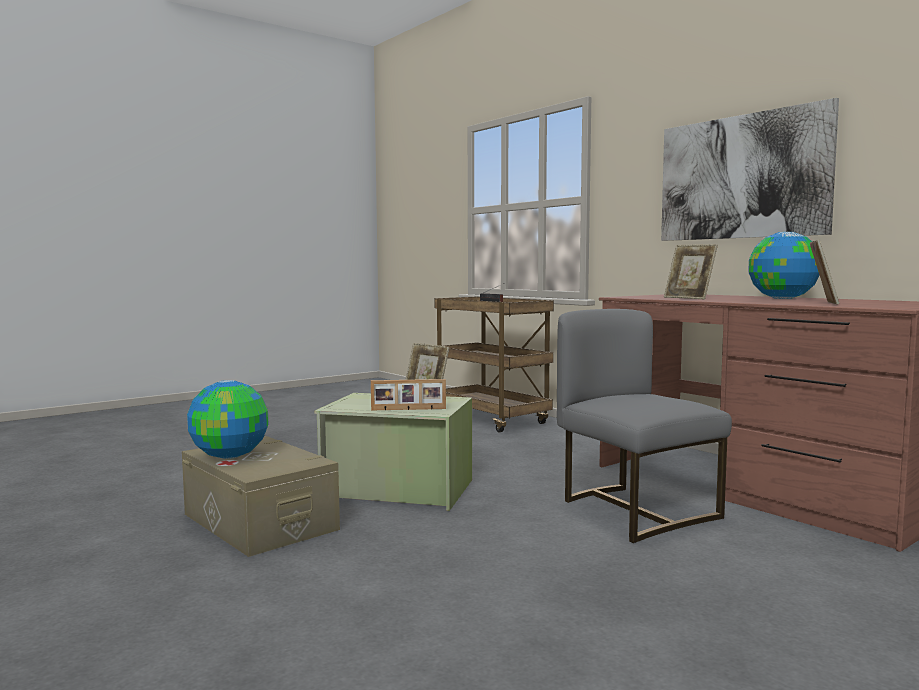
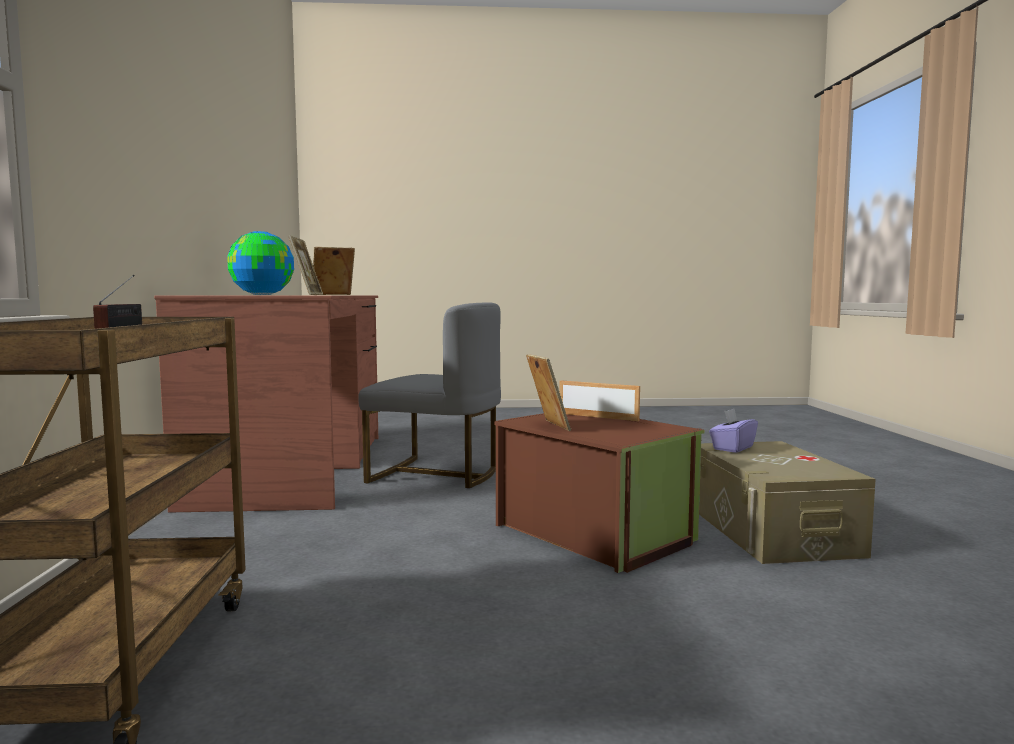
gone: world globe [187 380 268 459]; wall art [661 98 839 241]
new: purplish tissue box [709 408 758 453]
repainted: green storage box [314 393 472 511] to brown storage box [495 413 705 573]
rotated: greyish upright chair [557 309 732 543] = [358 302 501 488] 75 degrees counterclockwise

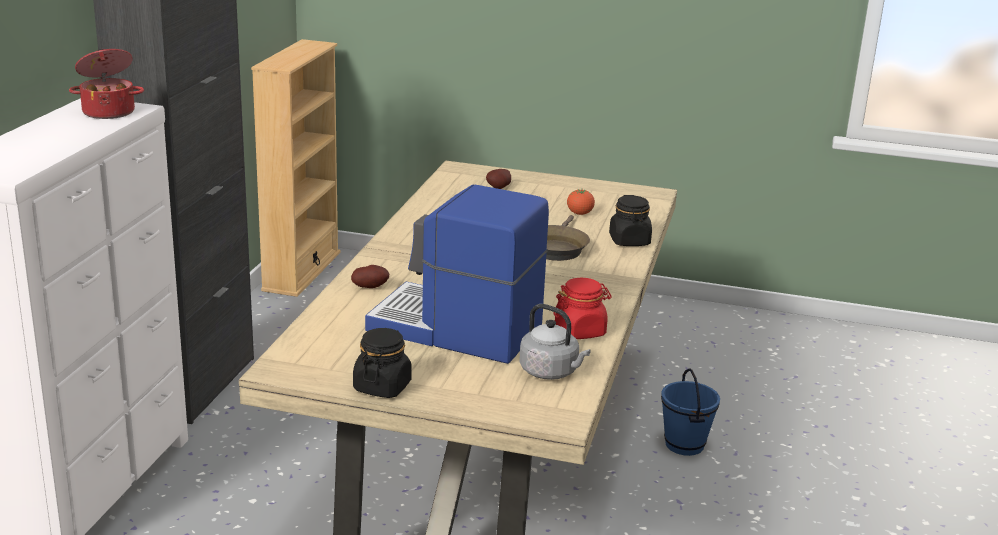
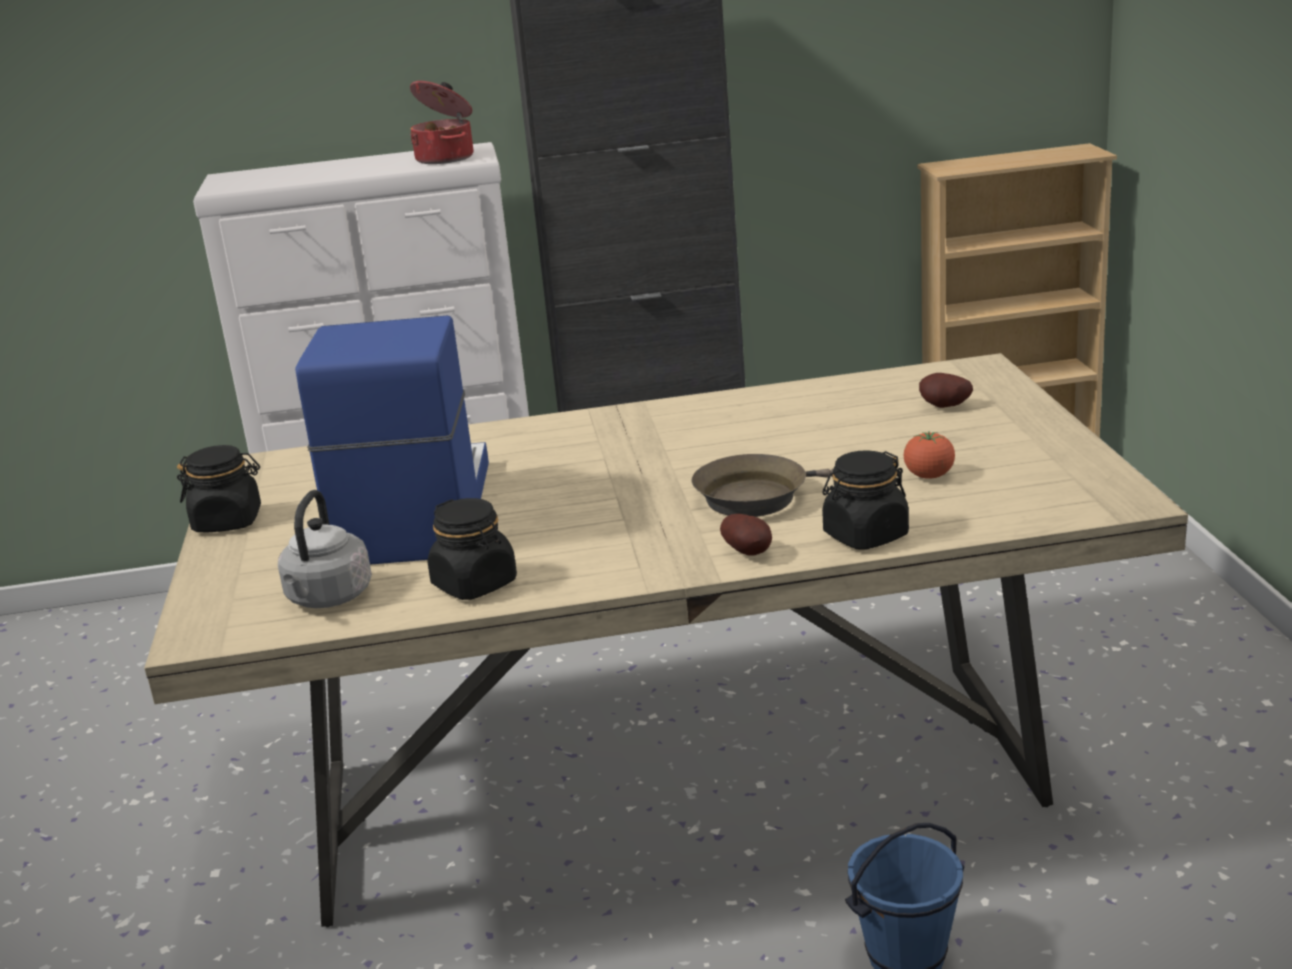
shifted: whole potato [351 265 389 288] to [720 513 772 556]
repainted: red-coloured storage jar [553 278 612 339] to blackish storage jar [428 498 517 600]

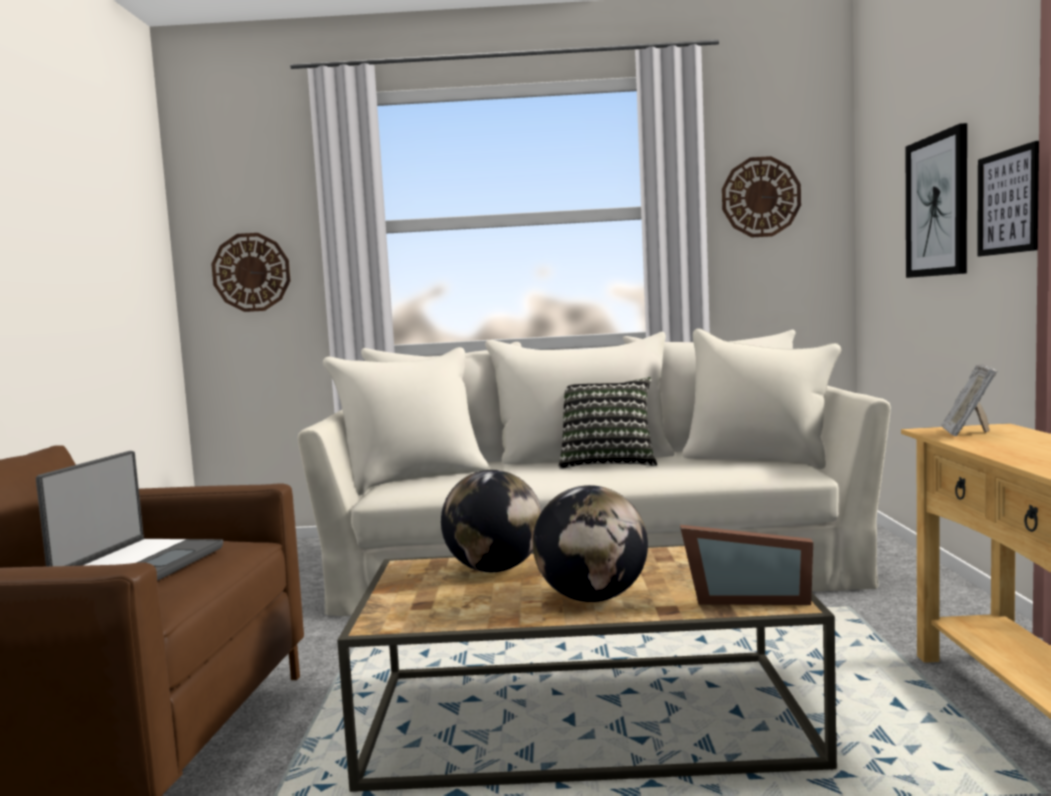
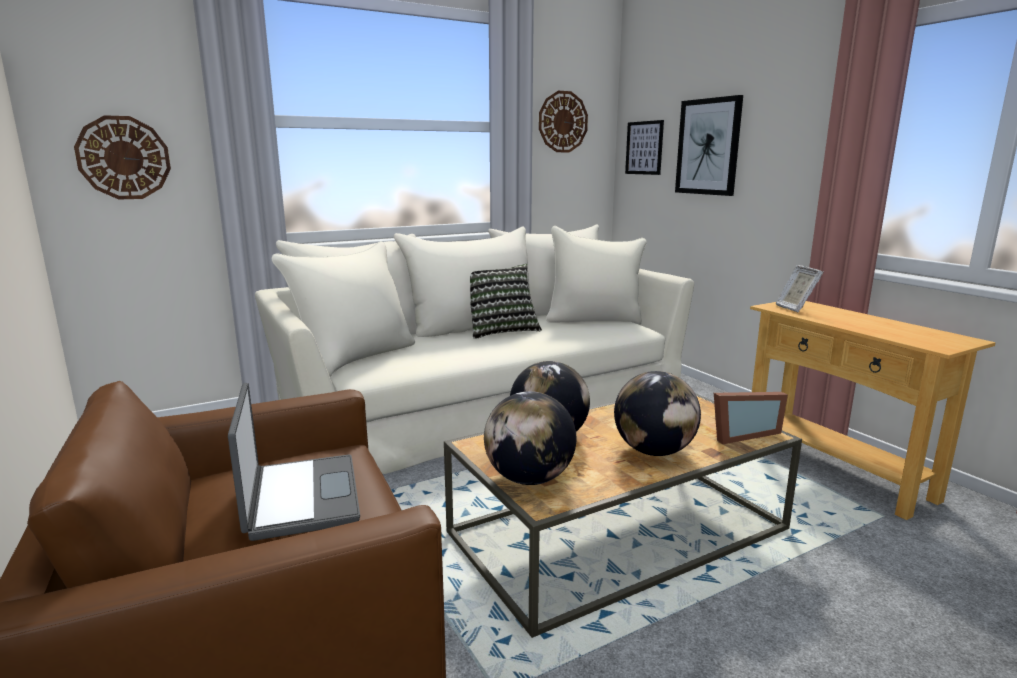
new: world globe [484 391 576 485]
shifted: wall art [977 141 1039 257] to [625 120 664 175]

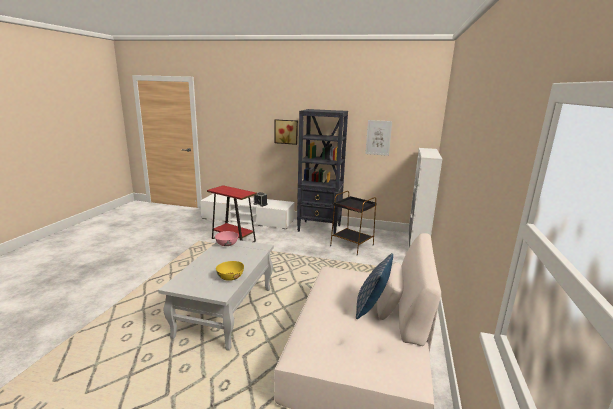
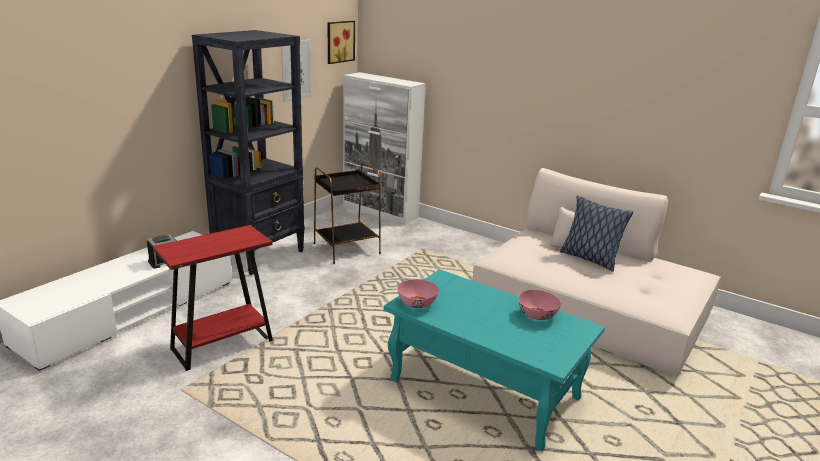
shifted: wall art [275 119 298 145] to [328 21 355 64]
repainted: whitish coffee table [158 240 274 351] to turquoise-coloured coffee table [384 269 605 451]; yellowish deep dish [216 261 244 281] to pinkish deep dish [518 290 561 320]

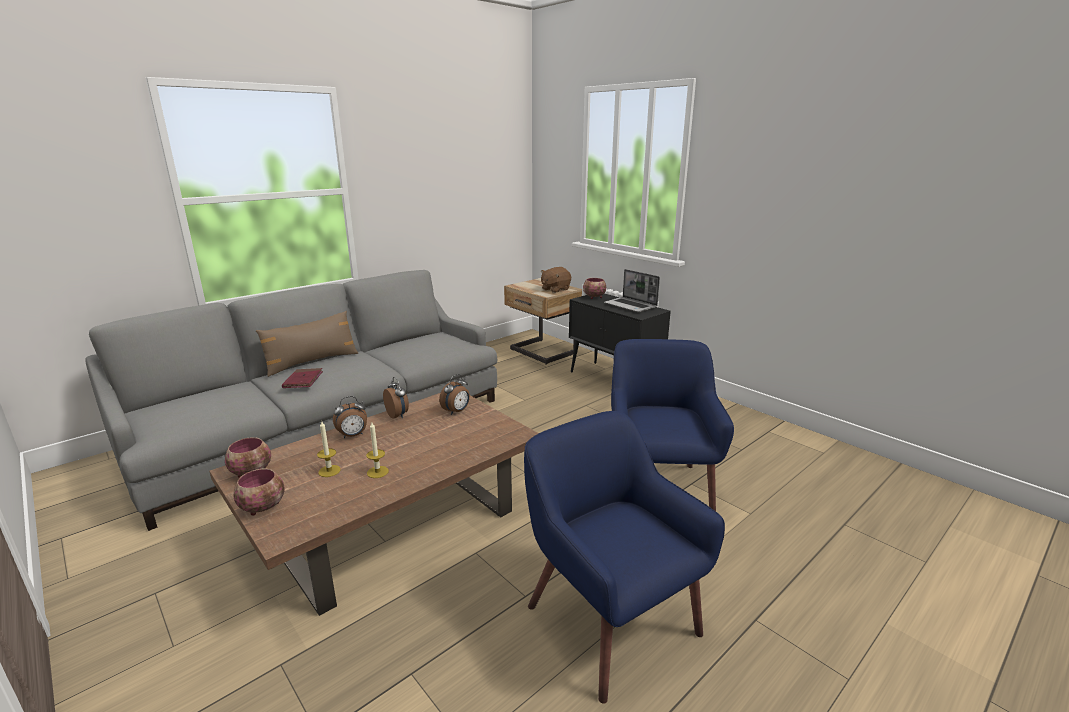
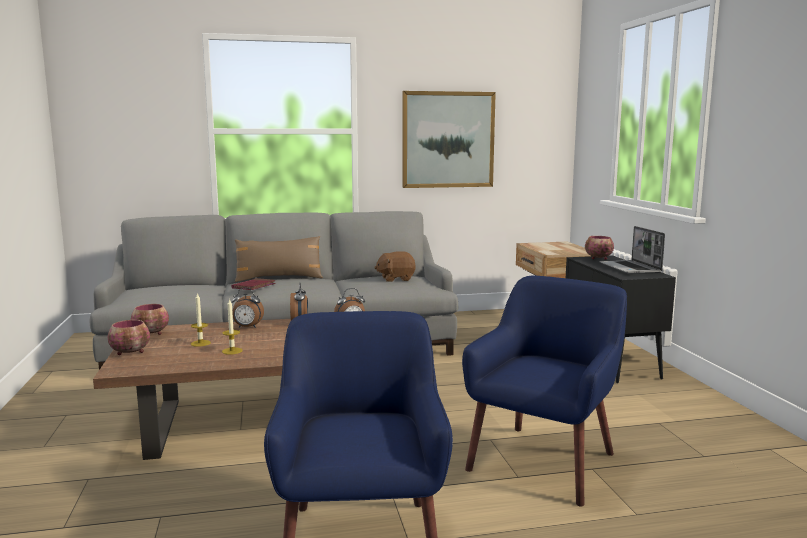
new: wall art [402 91 496 188]
shifted: brown soft toy [541 267 571 293] to [374 251 416 282]

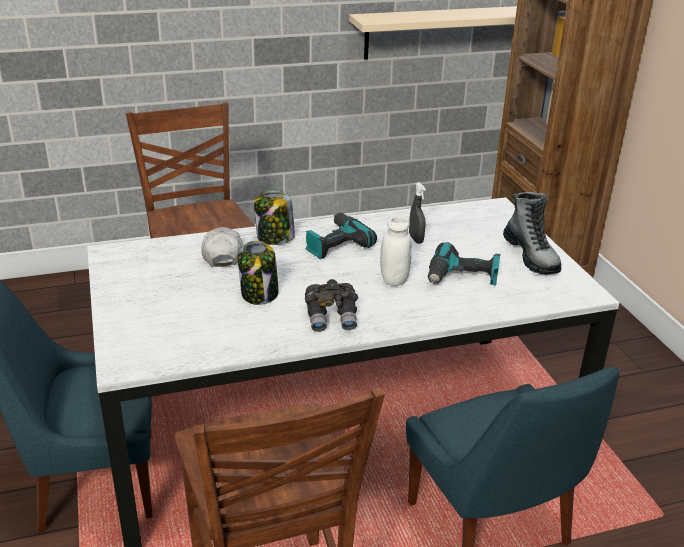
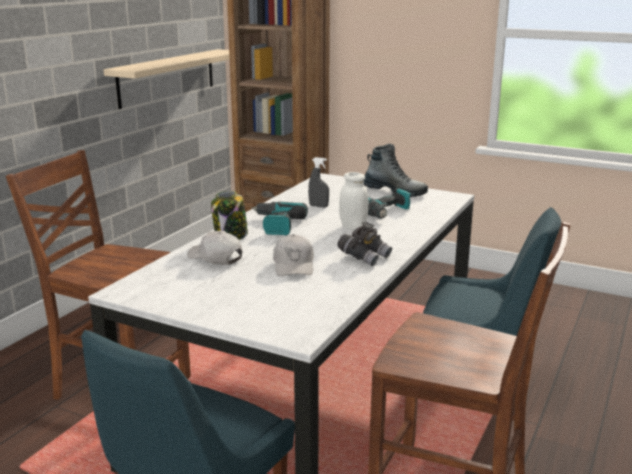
swapped: storage jar [238 240 278 305] to whitish cap [273 234 314 276]

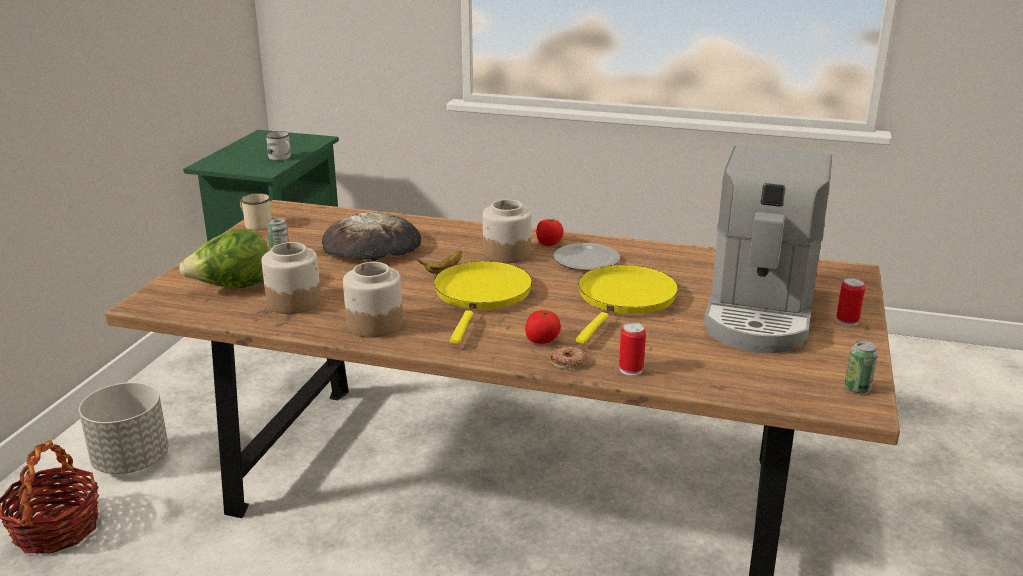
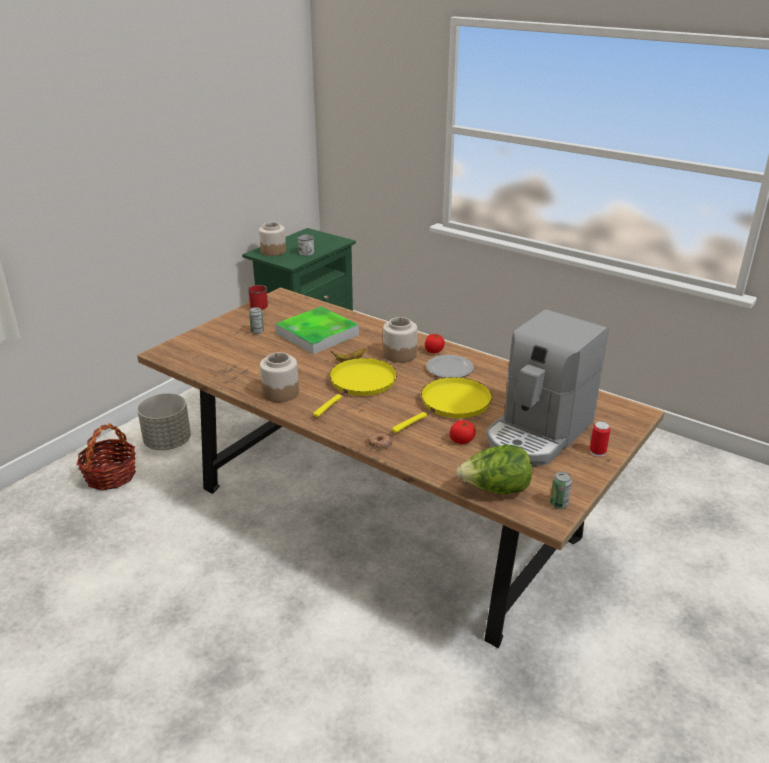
gone: can [619 322 646 376]
shifted: head of lettuce [179 229 269 288] to [456 445 532 494]; storage jar [261 242 321 314] to [259 222 286 256]; fresh tomato [525 310 561 344] to [450 420 476 444]
swapped: baked bread [322 212 421 261] to carrying tray [275 307 359 354]
repainted: sand-coloured tea mug [240 193 272 230] to red-coloured tea mug [248 285 268 310]

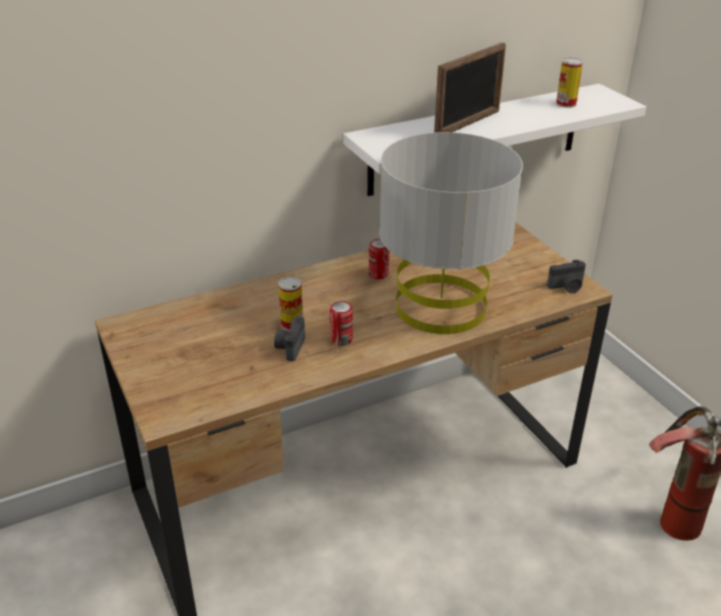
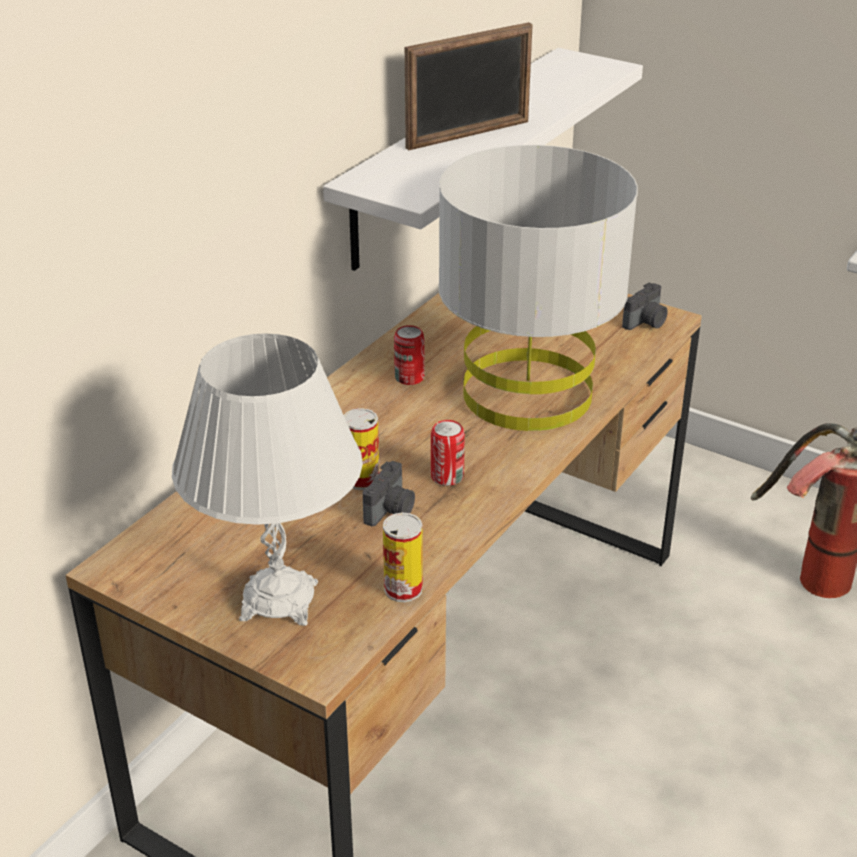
new: whitish lamp for a table [172 333 363 626]
shifted: can [556 57 583 108] to [383 512 423 602]
rotated: still camera [274 317 305 361] = [363 461 415 526] 135 degrees counterclockwise; photo frame [434 42 506 133] = [405 22 533 150] 45 degrees clockwise

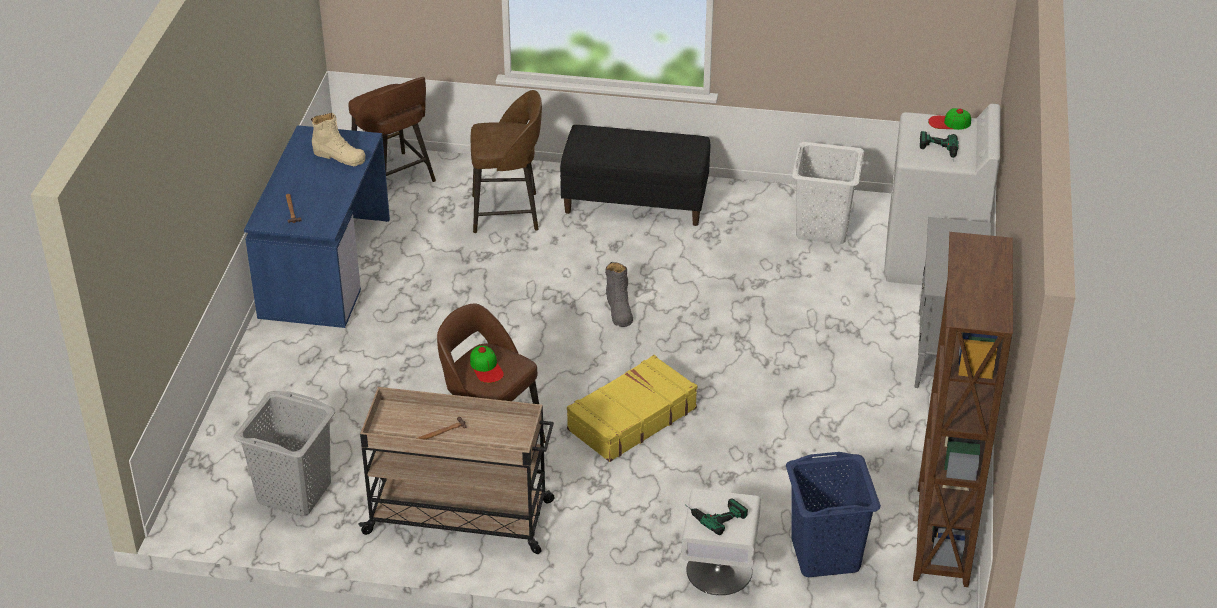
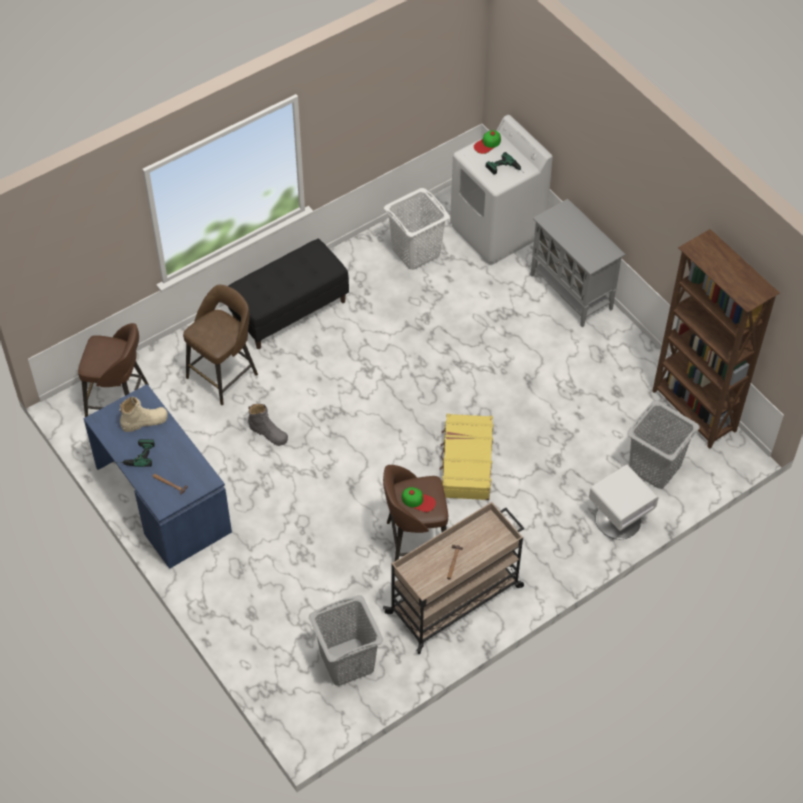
shifted: greyish high-top boot [605 262 633 327] to [248 404 288 446]; drill [686 498 748 535] to [120 439 155 467]
repainted: blue laundry basket [786 452 881 577] to greyish laundry basket [627 400 700 489]

